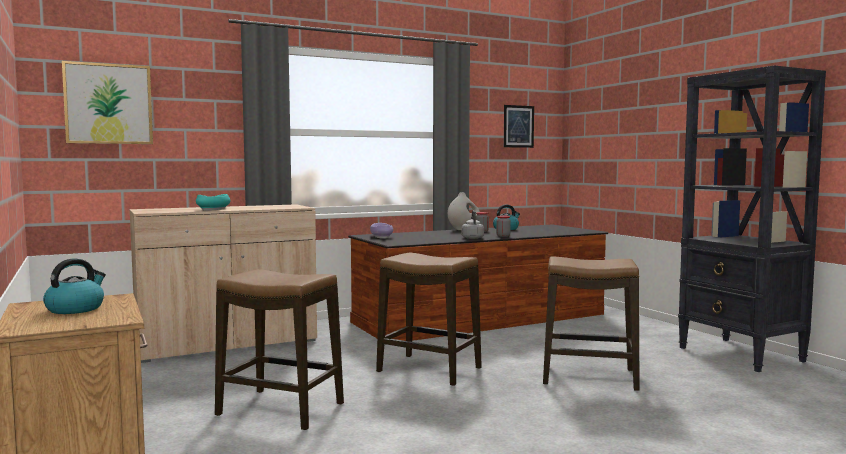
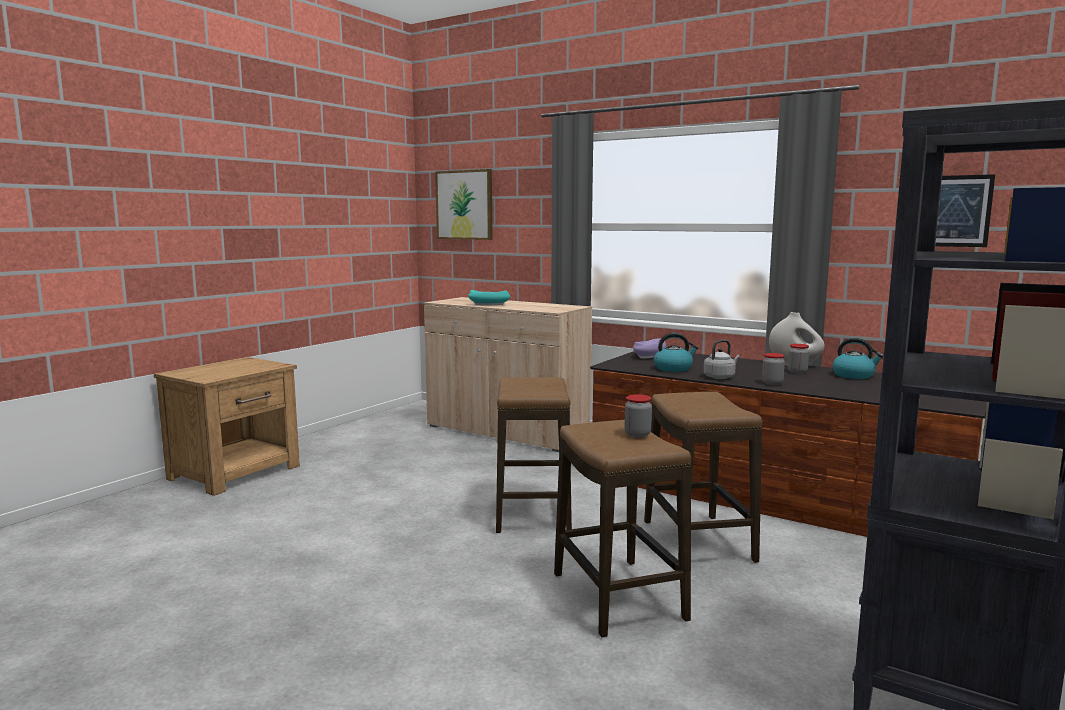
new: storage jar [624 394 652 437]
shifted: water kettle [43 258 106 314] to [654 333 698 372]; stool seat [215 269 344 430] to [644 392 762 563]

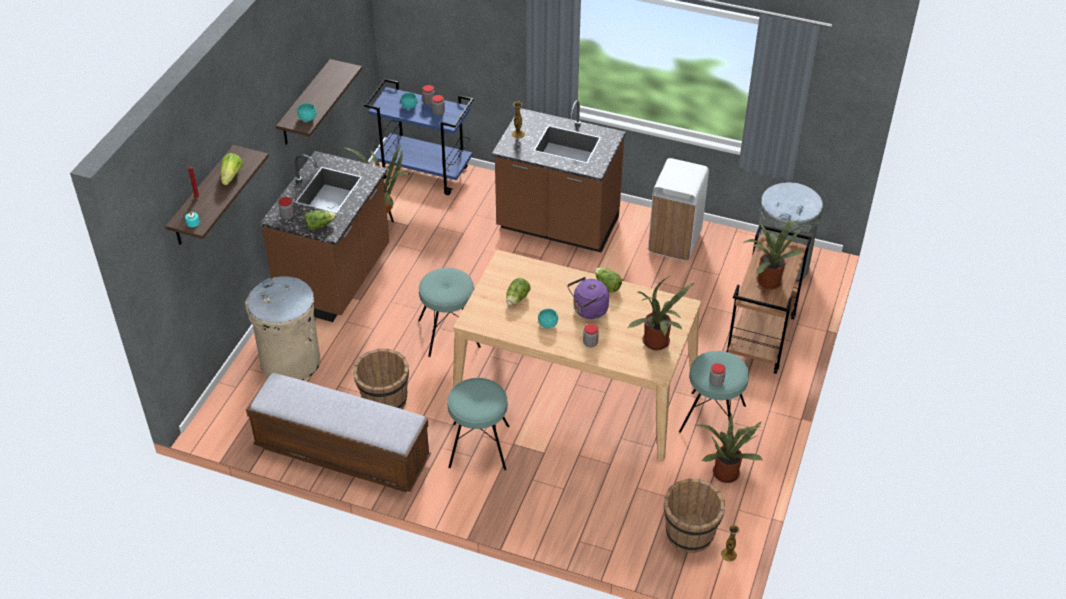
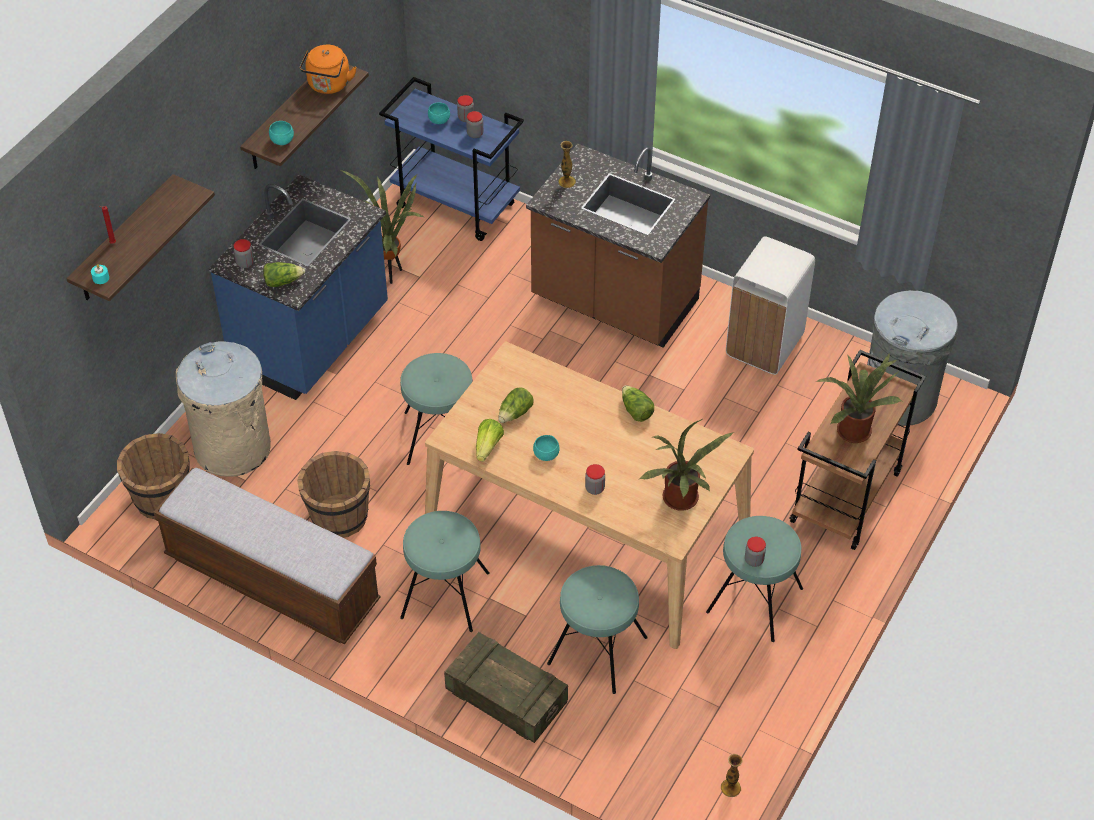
gone: purplish water kettle [568 277 609 319]; potted plant [696 414 764 483]
new: orangey water kettle [300 45 357 94]; crate [444 632 568 743]; turquoise-coloured stool seat [547 565 648 694]
shifted: head of lettuce [221 153 243 185] to [476 419 504 462]; brown water bucket [664 479 725 553] to [117 433 190 519]
repainted: brown kitchen counter [260 151 389 322] to blue kitchen counter [209 175 388 400]

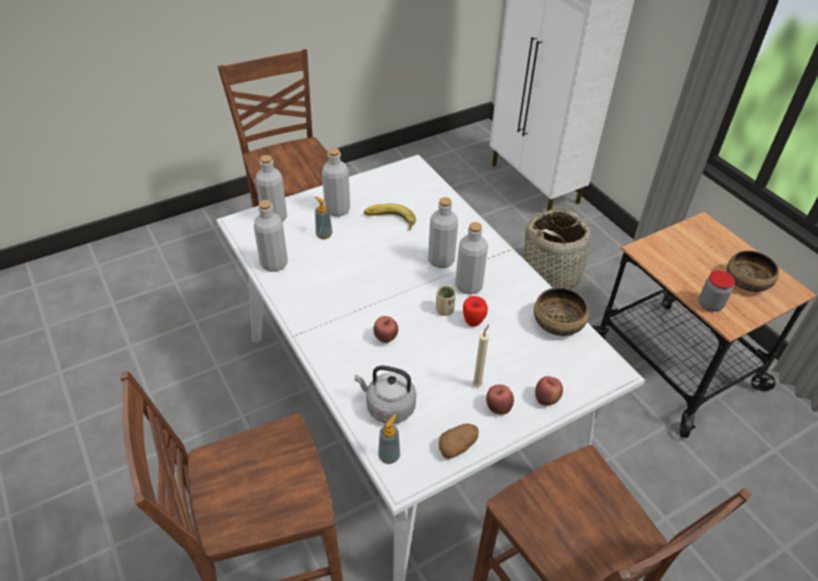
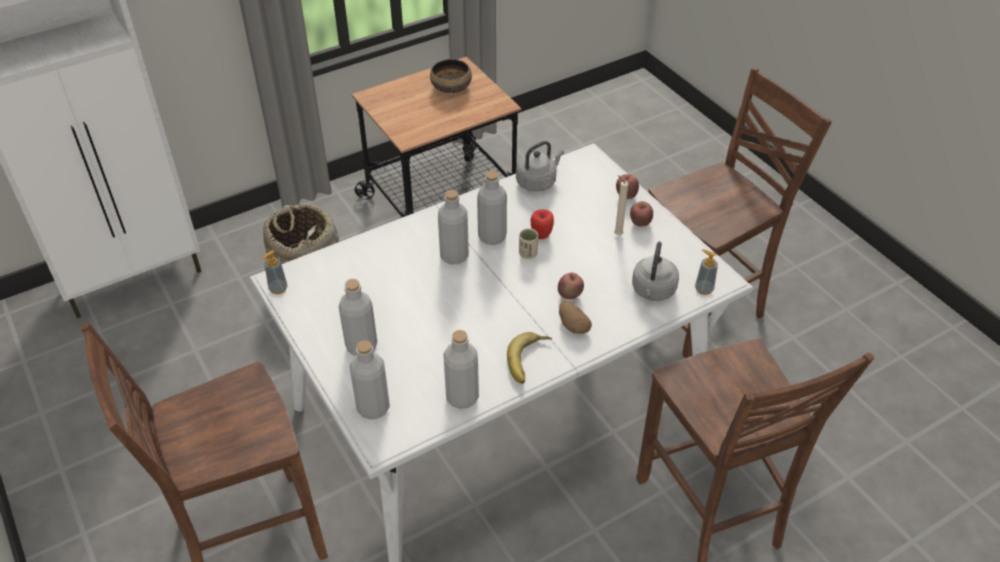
gone: storage jar [699 271 735 312]
shifted: liquid soap bottle [315 197 332 239] to [262 250 288 294]; banana [364 204 416 230] to [507 332 552 384]; whole potato [439 423 479 459] to [559 301 592 334]
swapped: deep dish [534 287 589 336] to greyish water kettle [516 141 564 192]

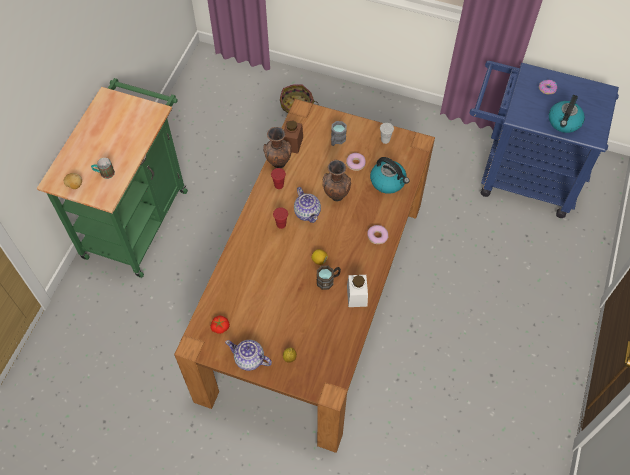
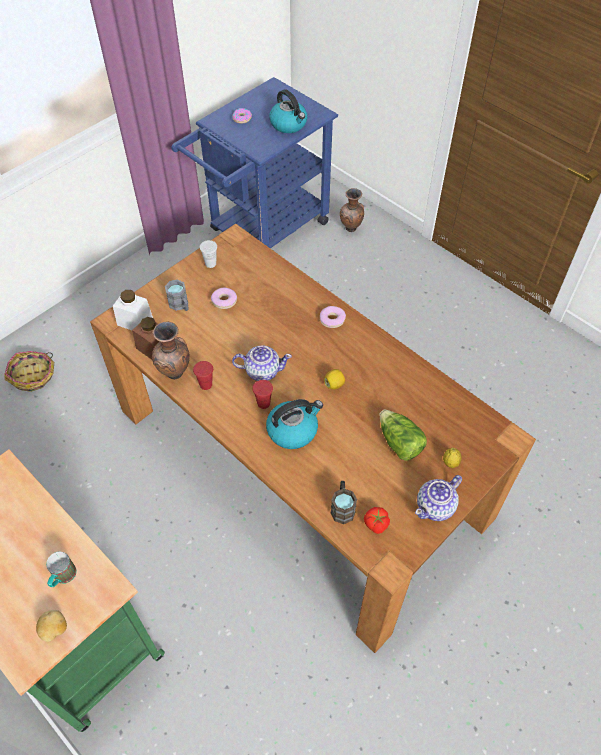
new: head of lettuce [380 410 427 461]
shifted: brown tea mug [317 265 341 290] to [330 481 357 524]; brown vase [322 160 351 201] to [340 188 364 232]; whitish storage jar [347 275 368 307] to [113 290 153 330]; water kettle [370 157 409 194] to [266 399 323 449]

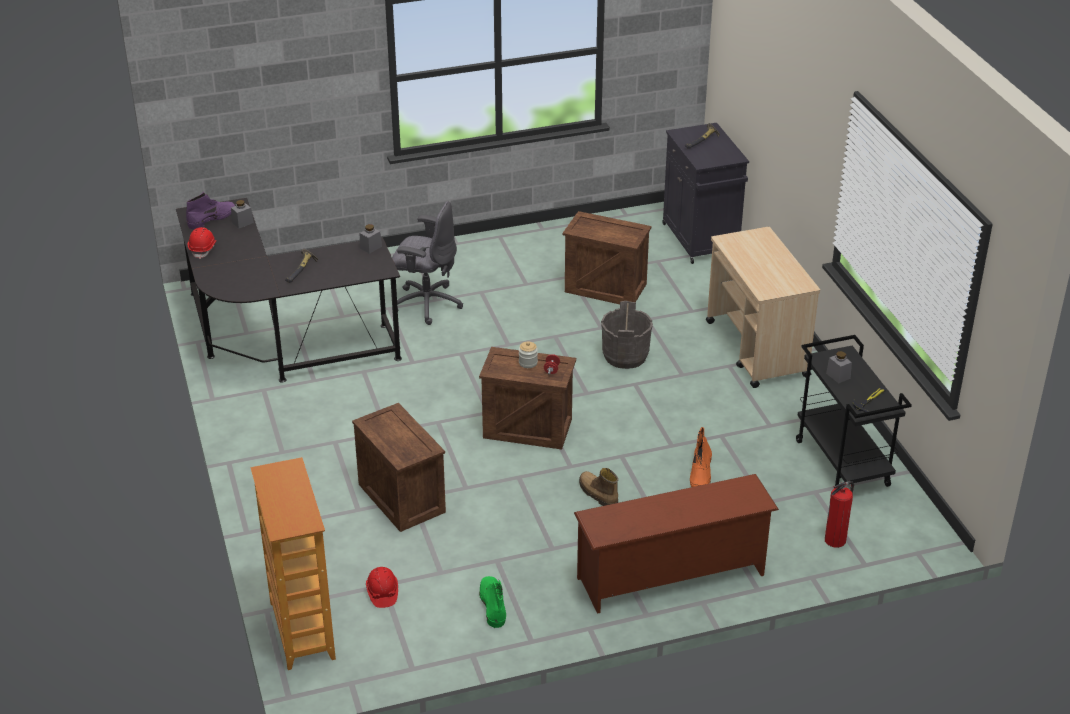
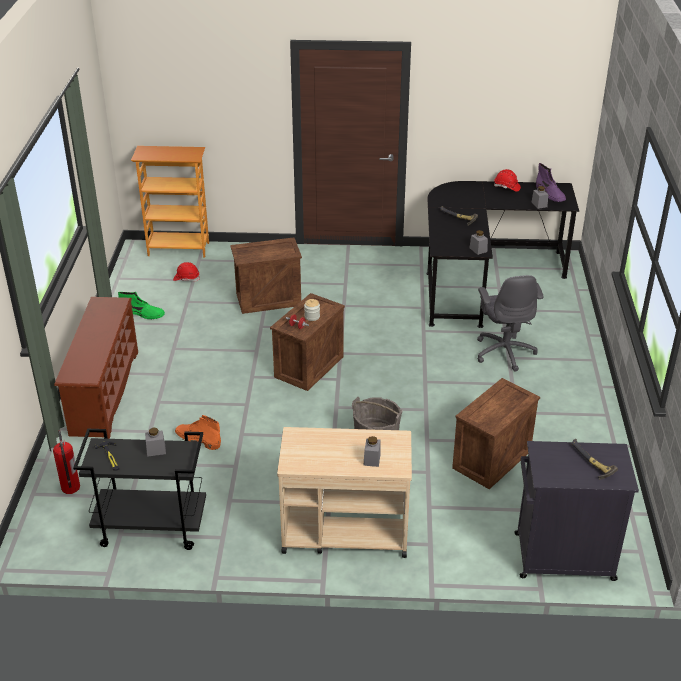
gone: high-top boot [579 468 618 506]
new: greyish storage jar [363 436 381 467]
rotated: greyish office chair [392 201 463 325] = [477 275 544 372] 45 degrees counterclockwise

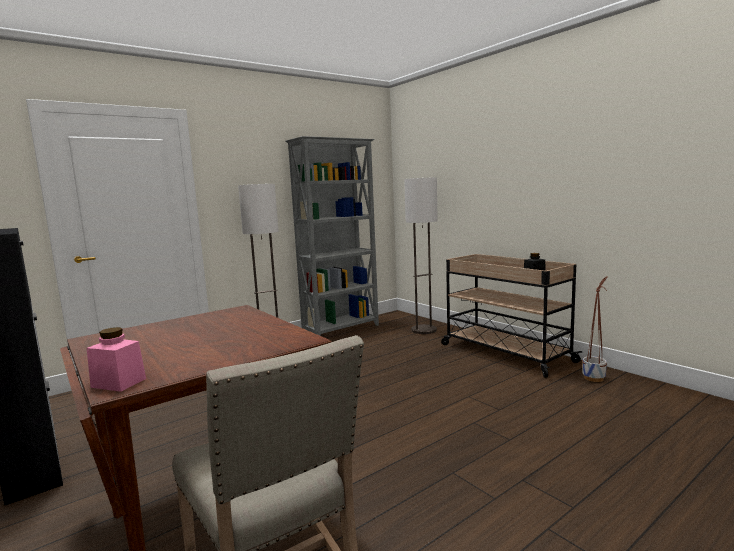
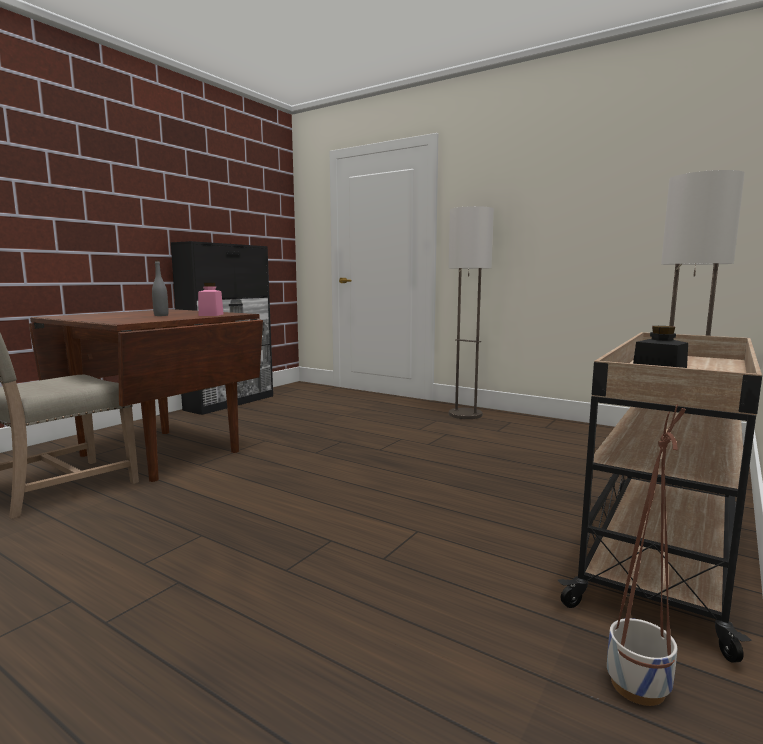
gone: greyish bookshelf [285 136 379 336]
new: greyish beverage bottle [152 260 168 316]
shifted: pinkish storage jar [87 327 146 392] to [198 283 224 316]

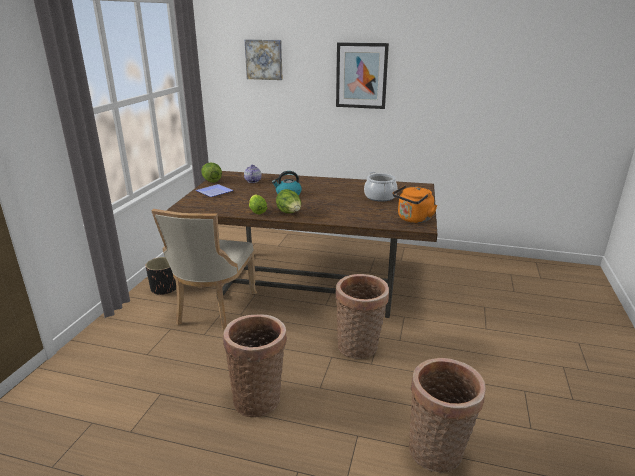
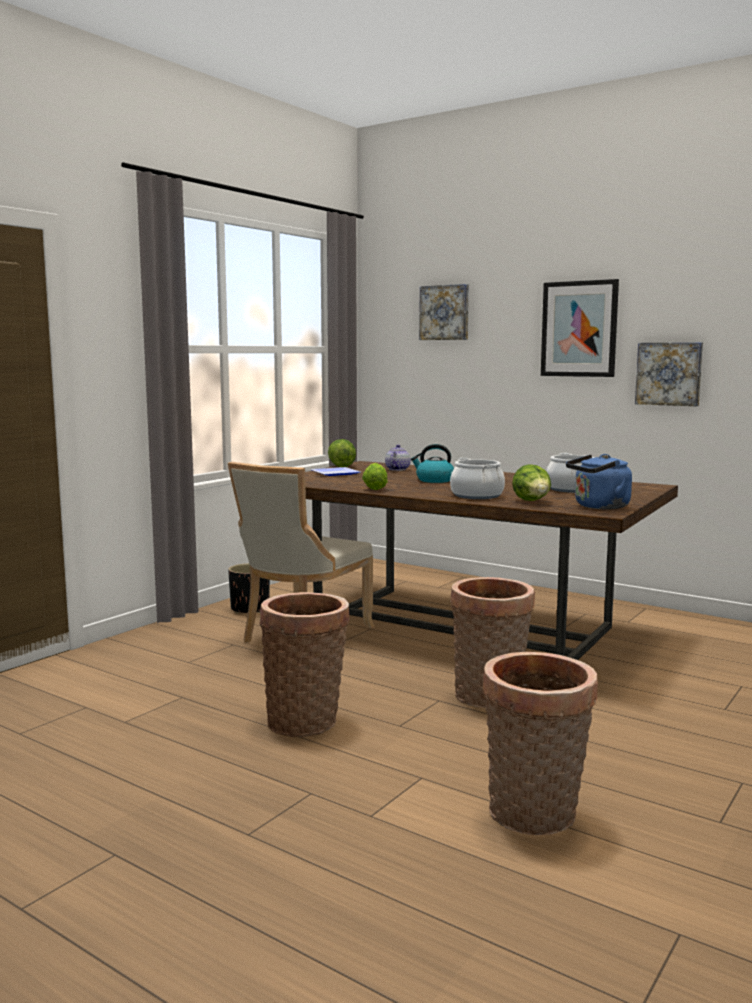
new: saucepot [450 458 505 499]; wall art [635 342 703 406]
shifted: head of lettuce [276 189 301 213] to [512 464 551 501]
repainted: orangey water kettle [393 185 437 223] to blue water kettle [566 454 632 509]

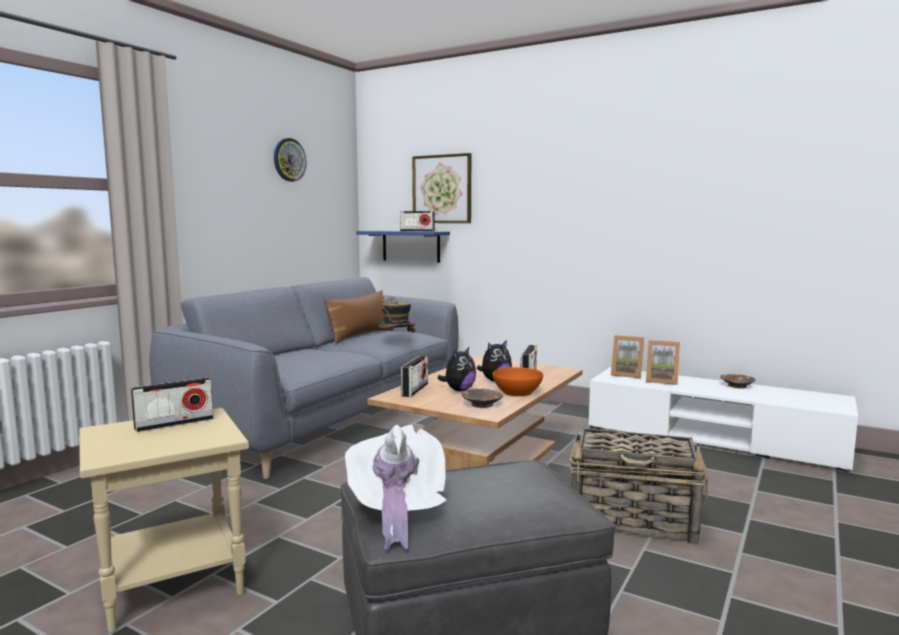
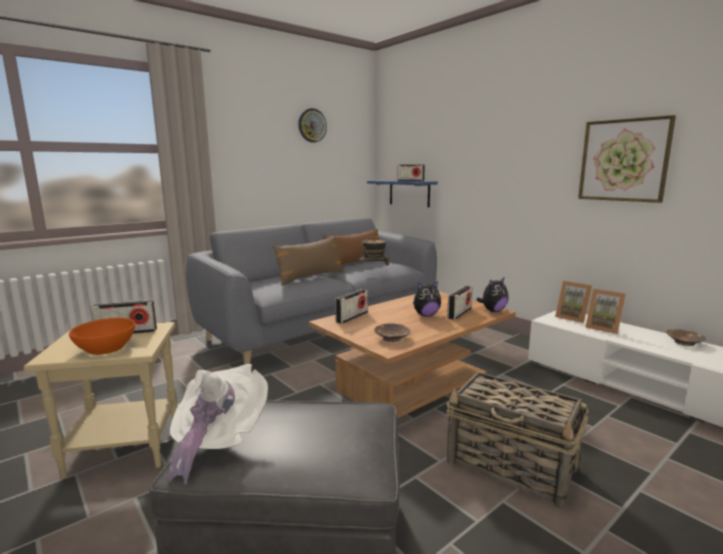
new: brown pillow [273 236 345 285]
shifted: wall art [412 153 471 223] to [578 115 676 203]; soft toy [437 347 476 391] to [477 278 508 312]; orangey deep dish [492 367 543 396] to [69 318 135 355]

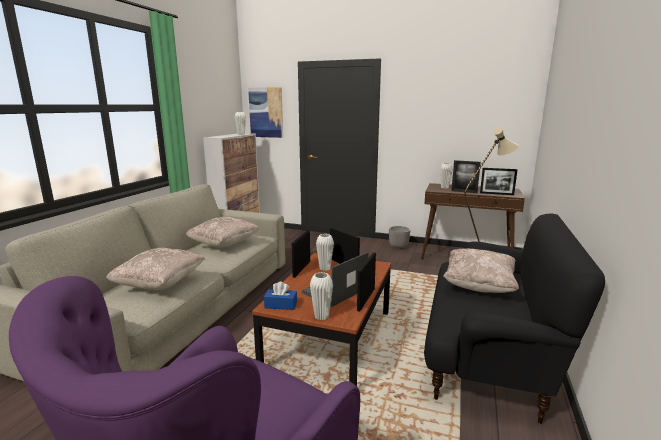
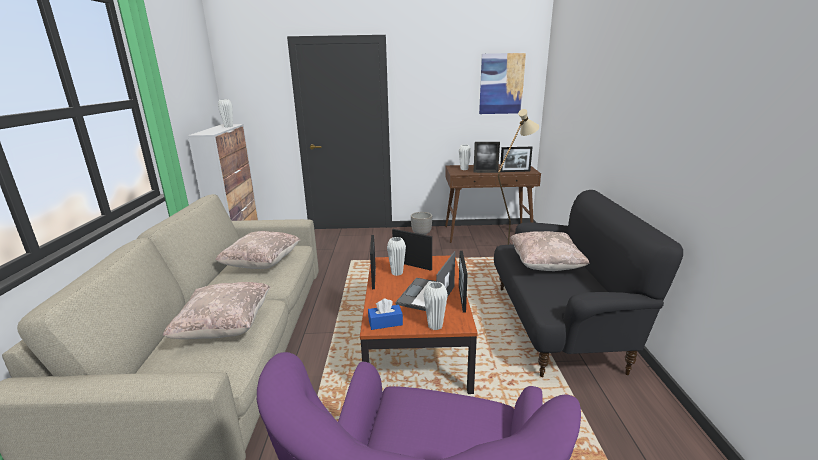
shifted: wall art [248 87 283 138] to [479 53 526 114]

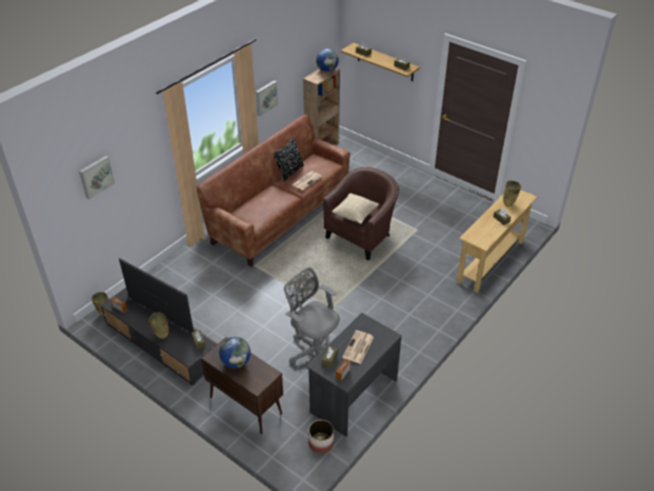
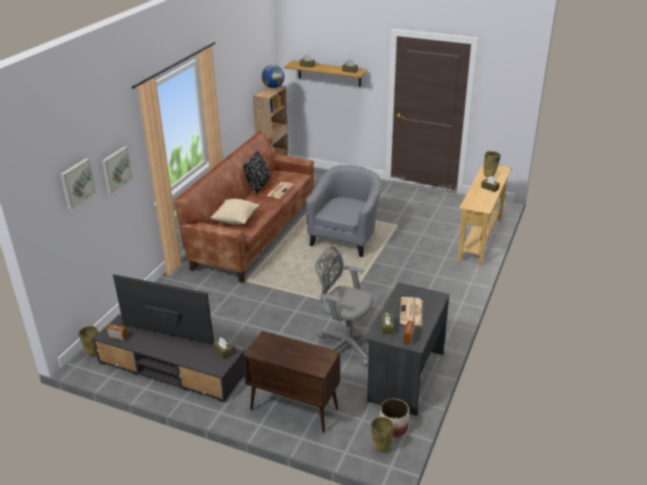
gone: world globe [219 337 251 368]
shifted: sand-coloured vase [149 312 169 339] to [371 417 394 452]; wall art [256 80 278 116] to [102 147 133 194]; sand-coloured pillow [332 193 379 224] to [210 199 259 225]
repainted: brown lounge chair [323 167 399 261] to greyish lounge chair [305 165 381 257]

